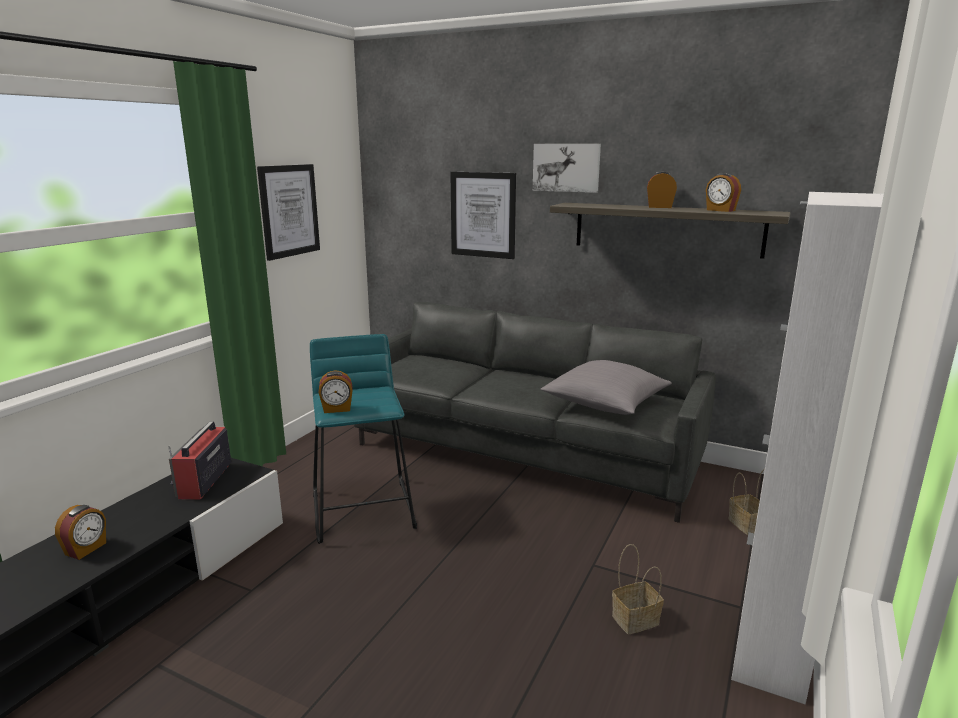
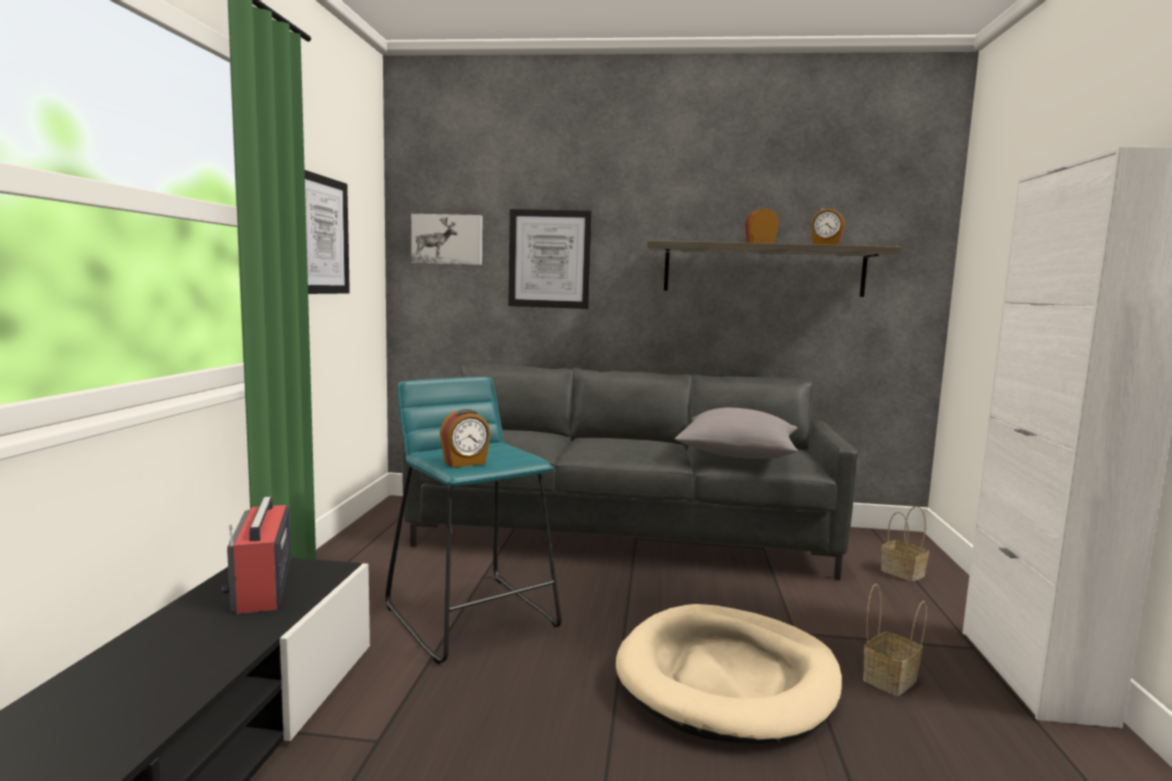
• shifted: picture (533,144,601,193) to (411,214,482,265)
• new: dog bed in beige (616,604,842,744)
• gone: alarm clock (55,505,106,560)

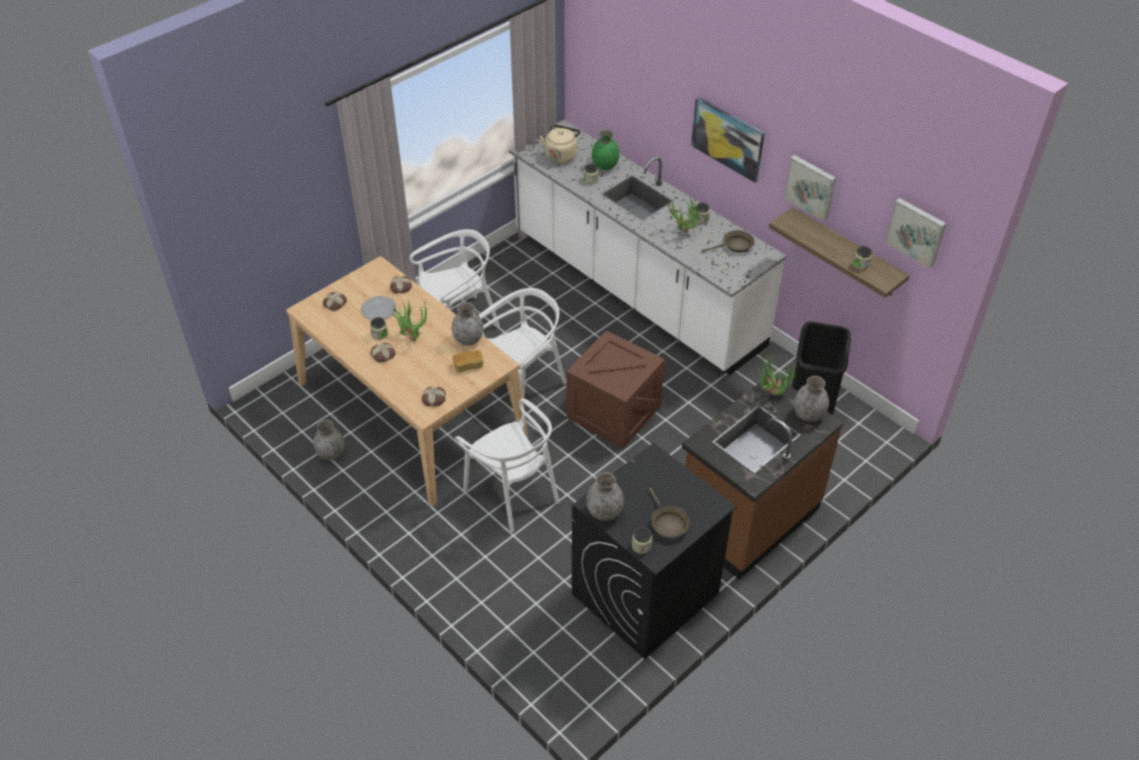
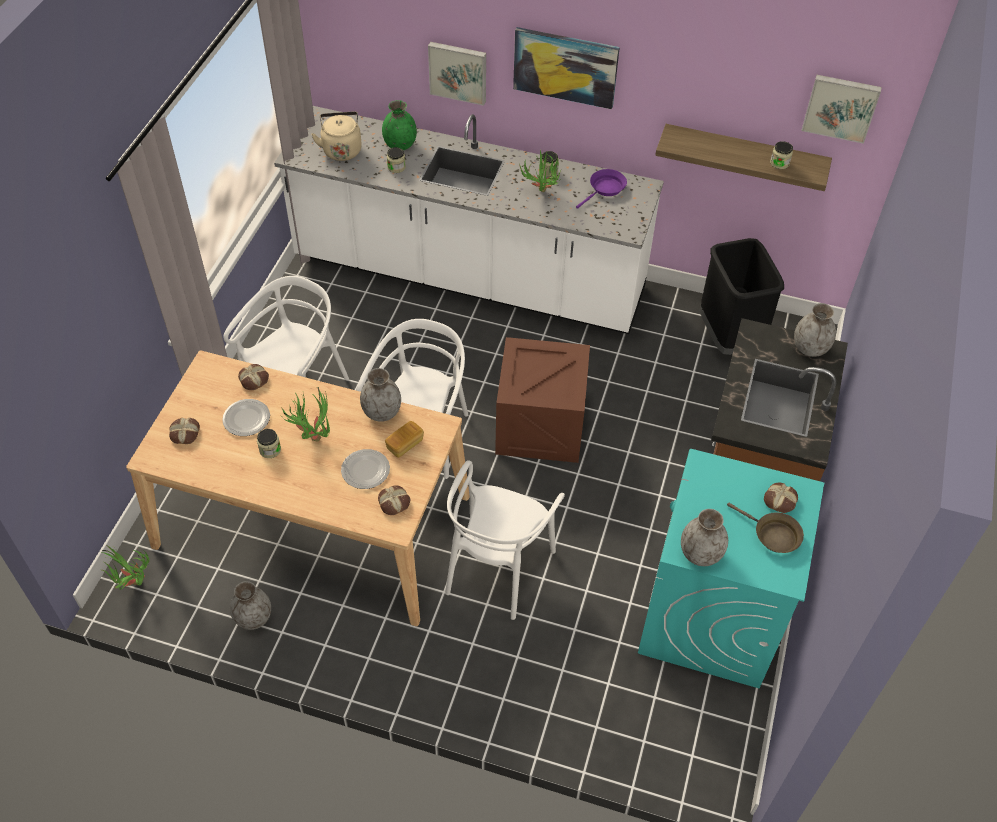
• shifted: potted plant (759,354,795,396) to (102,546,149,590)
• new: plate (341,449,390,489)
• shifted: picture (784,155,836,222) to (428,42,486,106)
• rotated: chair in white (455,398,559,533) = (445,460,565,620) 90 degrees clockwise
• repainted: frying pan in brown (701,230,754,253) to frying pan in purple (576,169,627,209)
• repainted: washing machine in black (572,443,737,659) to washing machine in turquoise (638,449,824,688)
• shifted: bread (371,343,396,362) to (764,483,798,513)
• gone: jar (632,527,652,554)

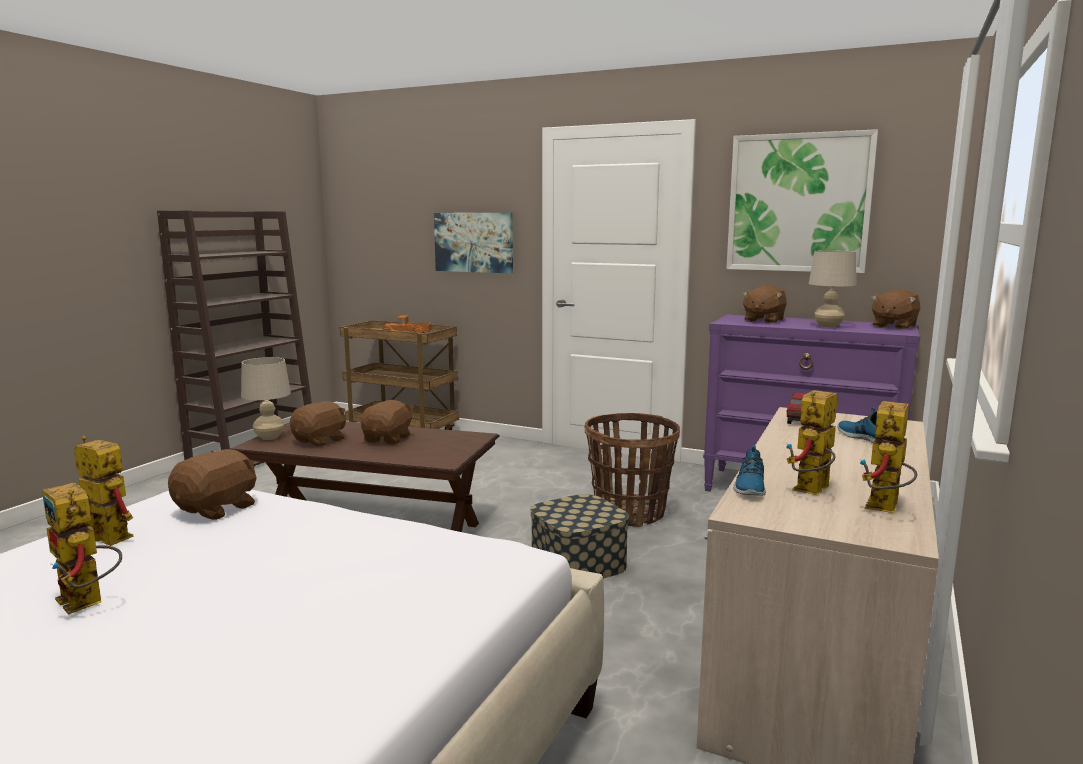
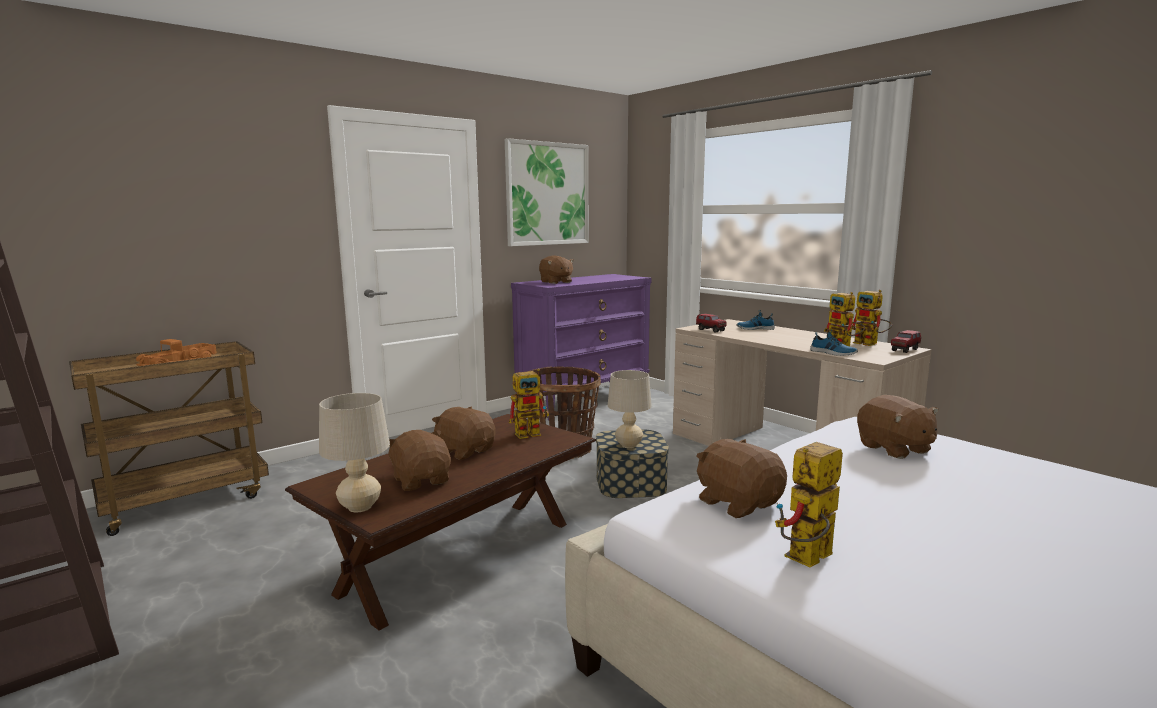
• shifted: toy robot (42,483,122,615) to (509,369,549,439)
• shifted: table lamp in beige (809,250,856,328) to (608,370,652,448)
• shifted: plush toy in brown (870,289,921,330) to (857,395,939,459)
• new: toy truck (891,330,921,353)
• gone: picture (434,213,513,274)

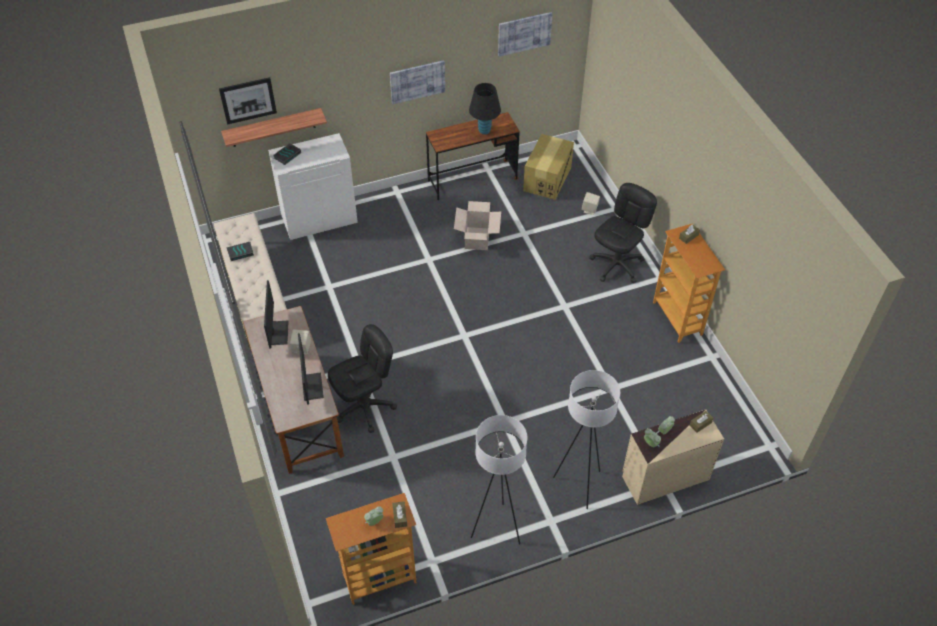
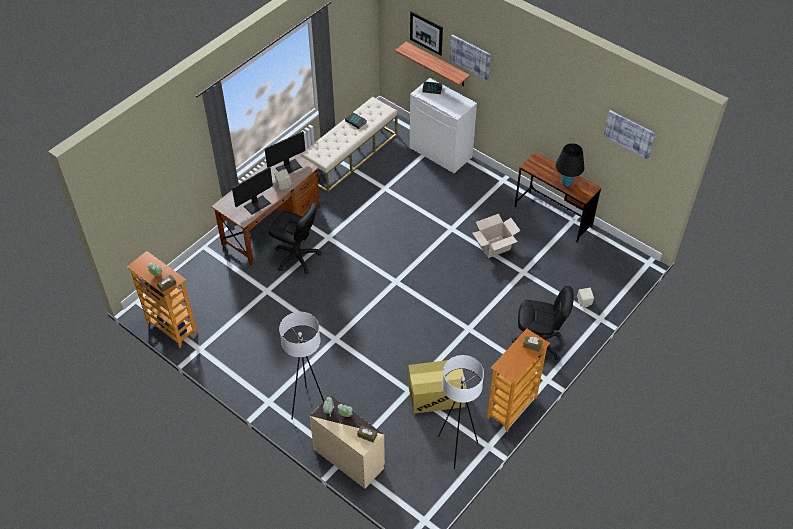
• shifted: cardboard box (523,134,574,200) to (408,360,467,414)
• shifted: floor lamp in white (471,415,527,544) to (438,355,484,469)
• shifted: picture (390,60,445,104) to (450,35,491,80)

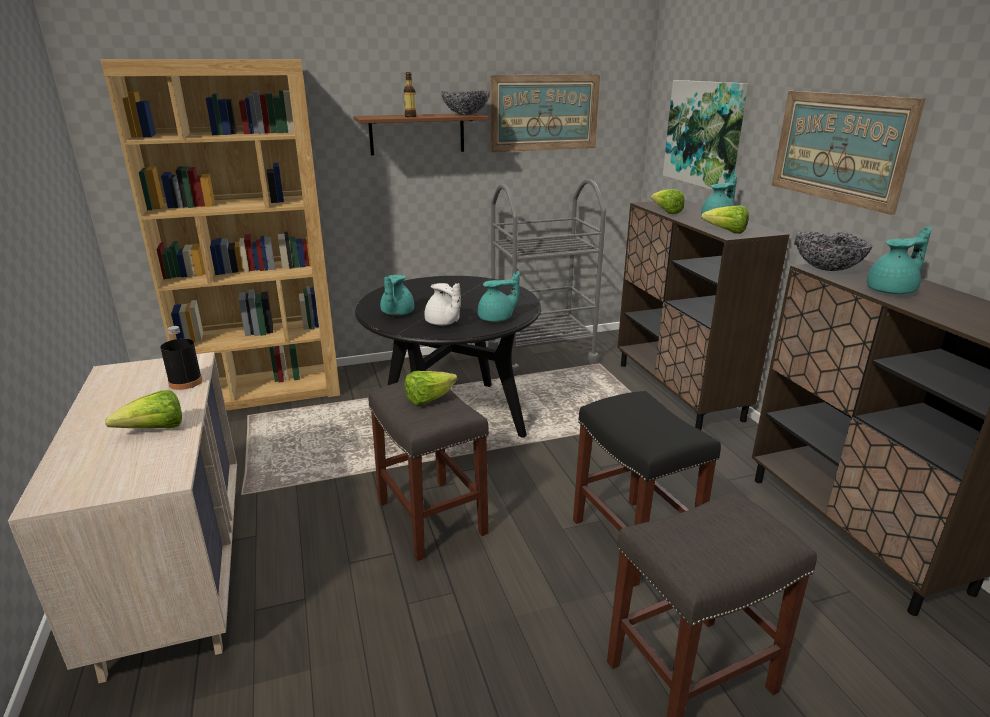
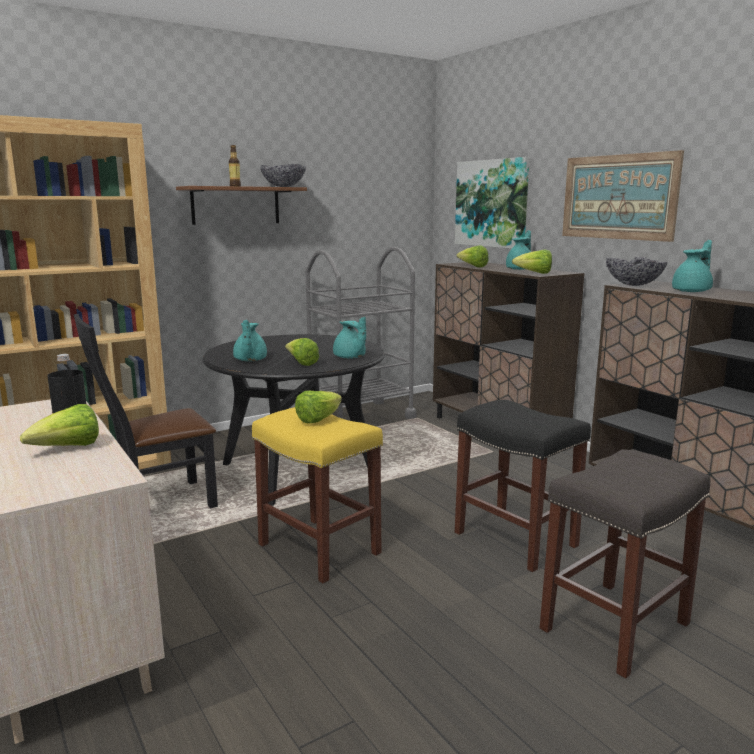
• new: chair in black (74,314,218,508)
• repainted: stool in grey (368,381,489,561) to stool in yellow (252,407,383,583)
• swapped: teapot in white (425,283,461,326) to lettuce (285,338,319,366)
• rotated: teapot in turquoise (478,271,520,322) = (333,317,366,359) 90 degrees clockwise
• gone: picture (490,74,600,152)

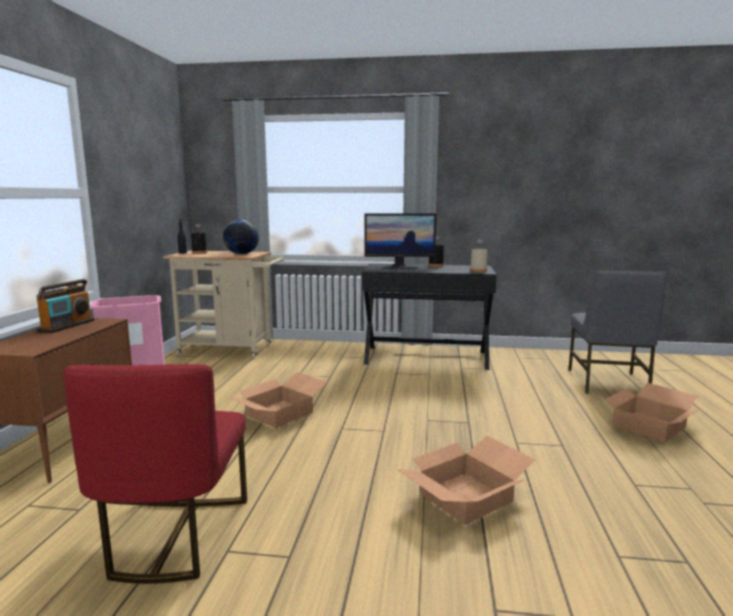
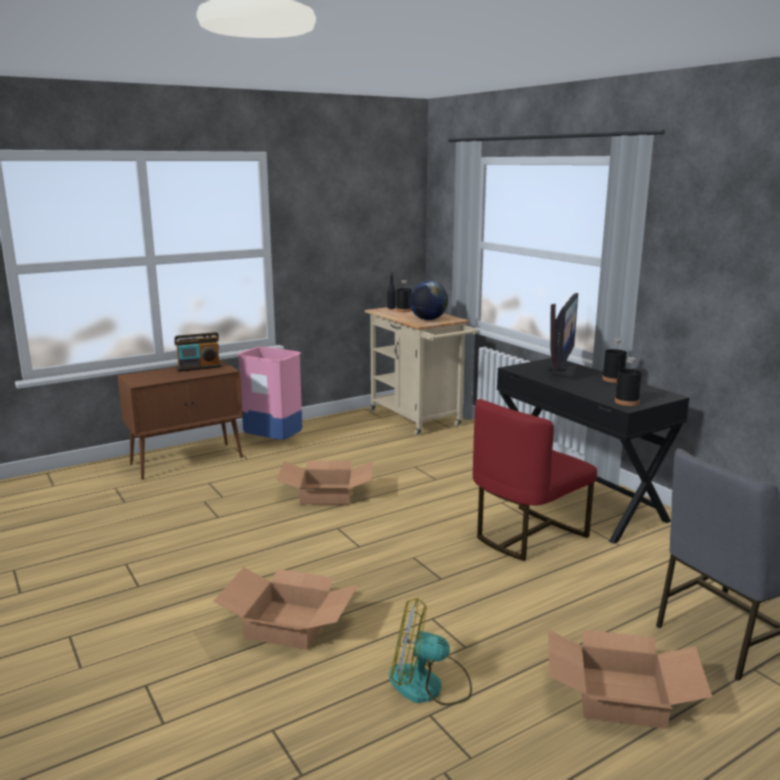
• new: fan (389,598,472,706)
• shifted: chair in red (63,364,247,584) to (473,399,597,561)
• rotated: monitor (364,213,436,268) = (549,293,578,378) 120 degrees counterclockwise
• repainted: bottle in beige (470,240,488,272) to bottle in black (615,357,642,406)

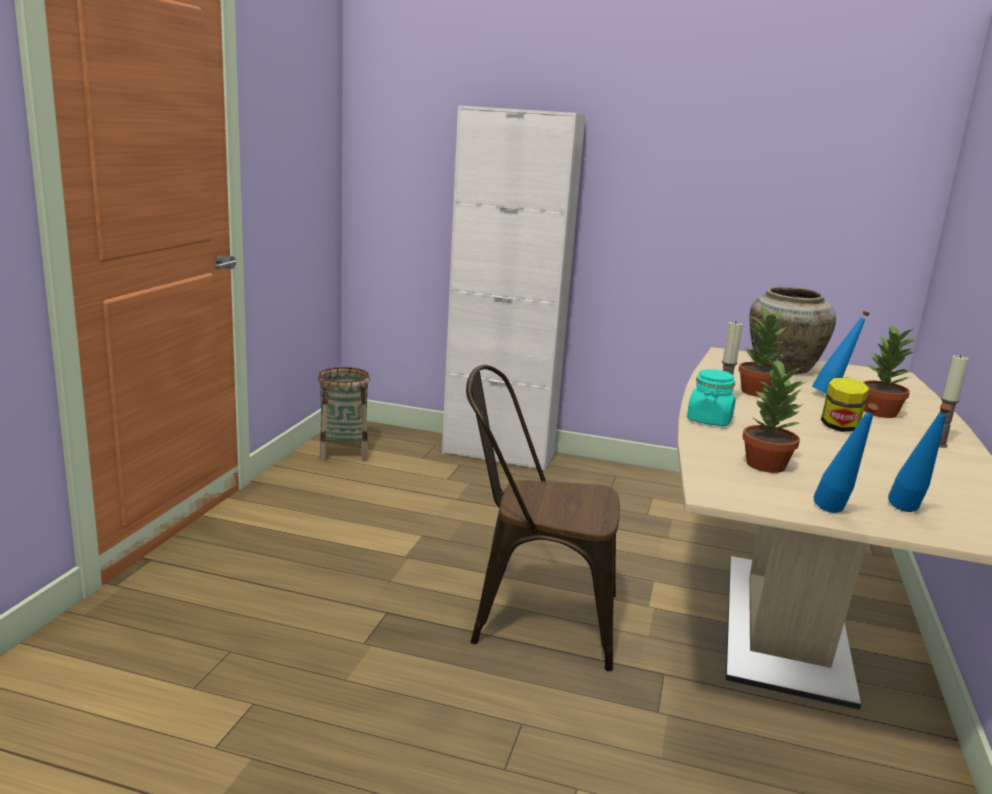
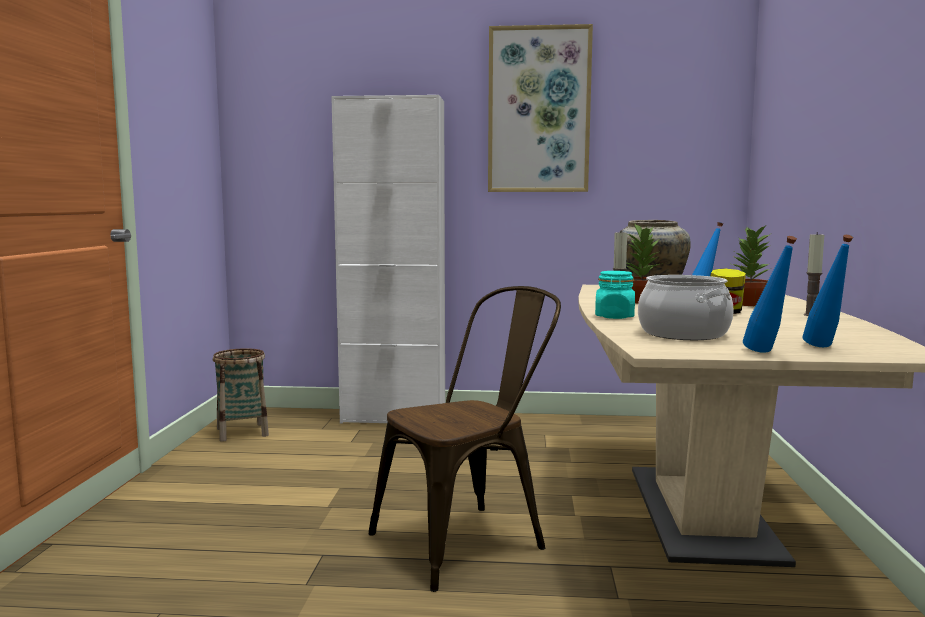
• rotated: chair in brown (466,365,620,671) = (368,286,561,592) 150 degrees clockwise
• new: picture (488,24,593,192)
• swapped: potted plant (742,357,806,473) to cooking pot (638,275,734,340)

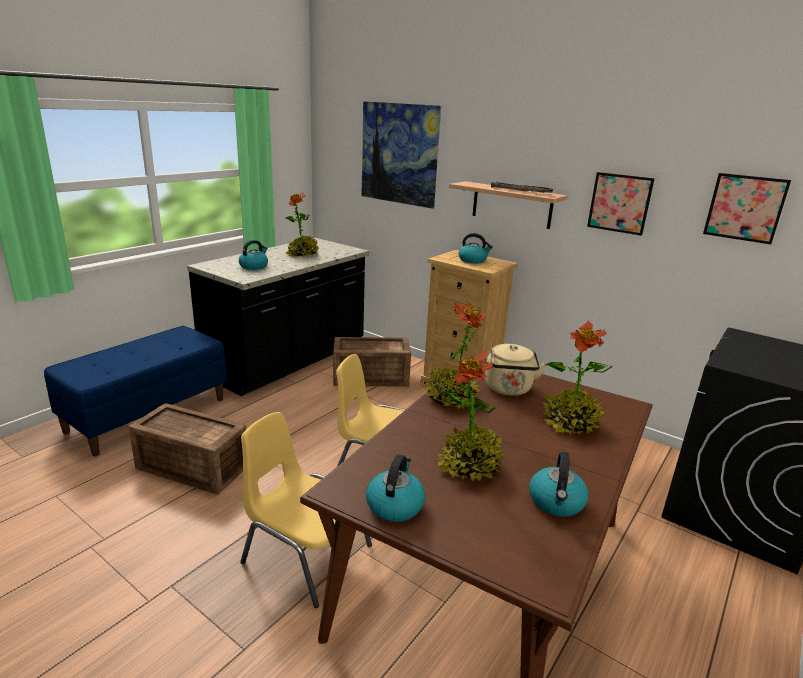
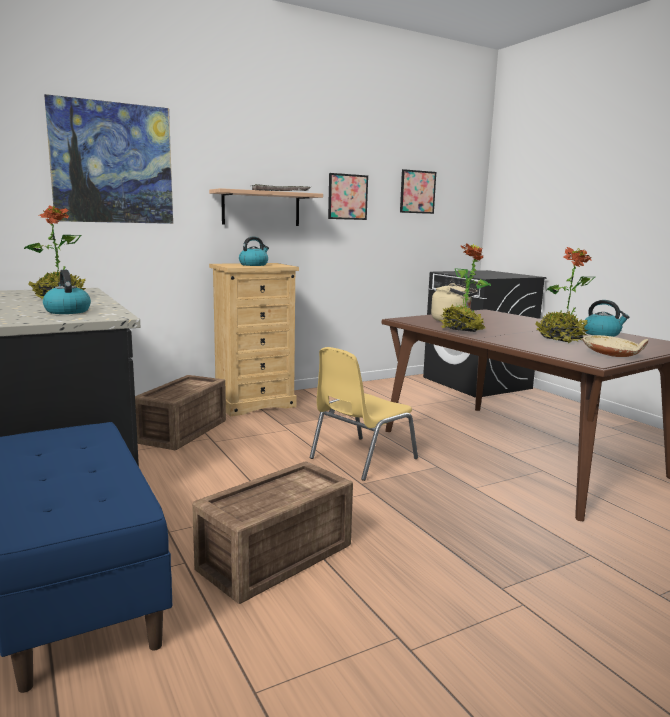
• swapped: kettle (366,454,425,522) to bowl in beige (582,335,648,357)
• gone: chair in yellow (240,412,372,608)
• gone: potted plant (543,320,613,435)

